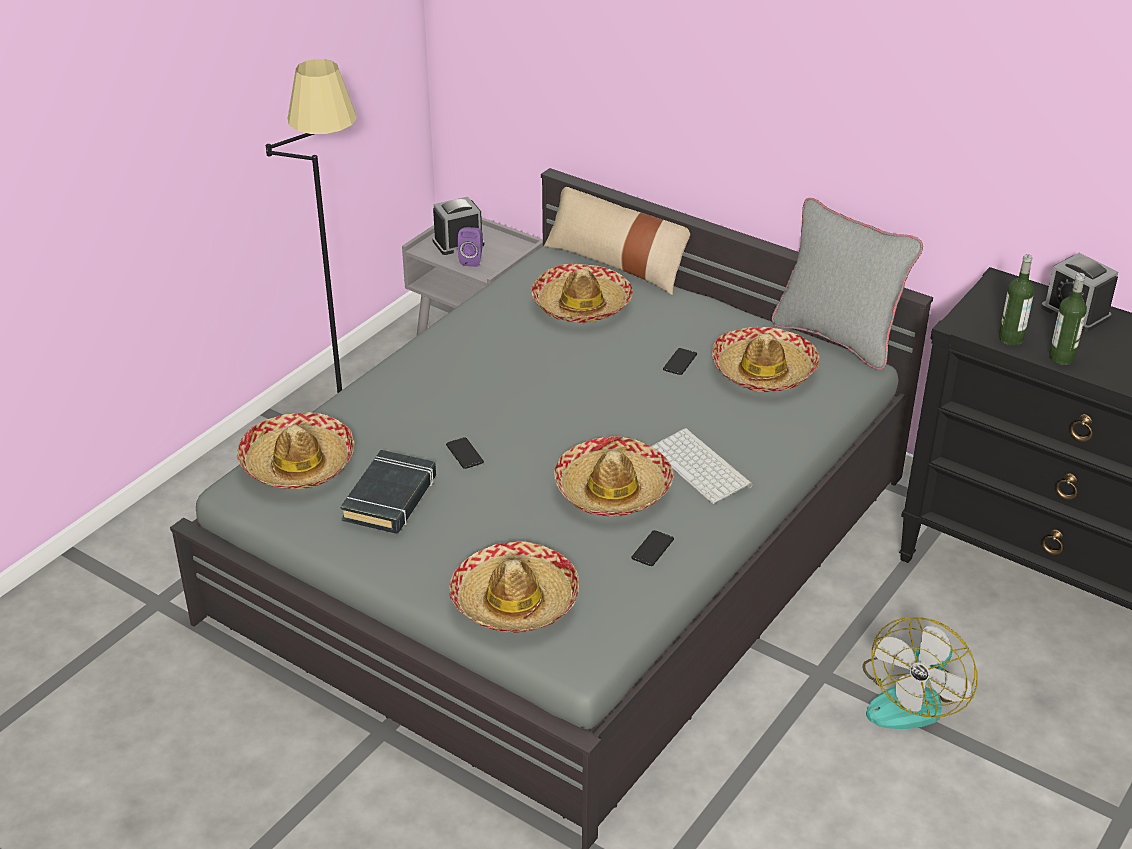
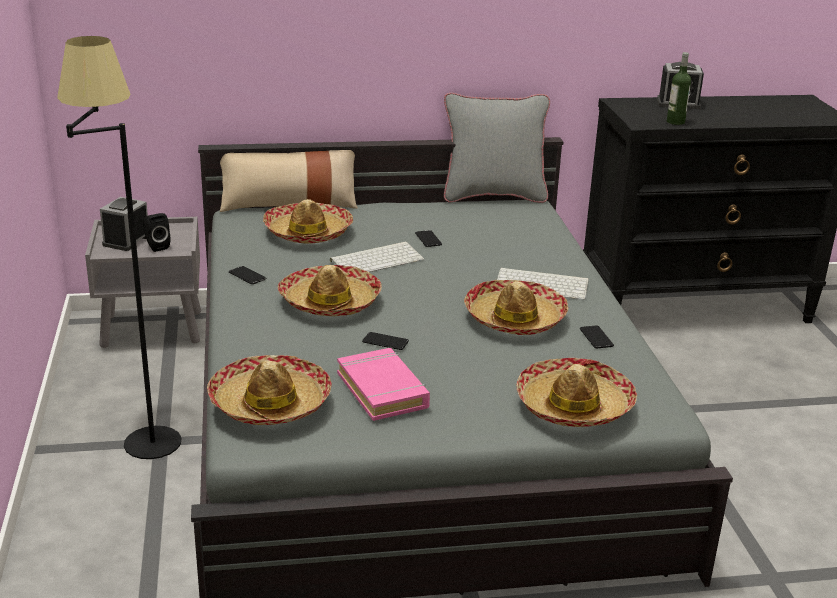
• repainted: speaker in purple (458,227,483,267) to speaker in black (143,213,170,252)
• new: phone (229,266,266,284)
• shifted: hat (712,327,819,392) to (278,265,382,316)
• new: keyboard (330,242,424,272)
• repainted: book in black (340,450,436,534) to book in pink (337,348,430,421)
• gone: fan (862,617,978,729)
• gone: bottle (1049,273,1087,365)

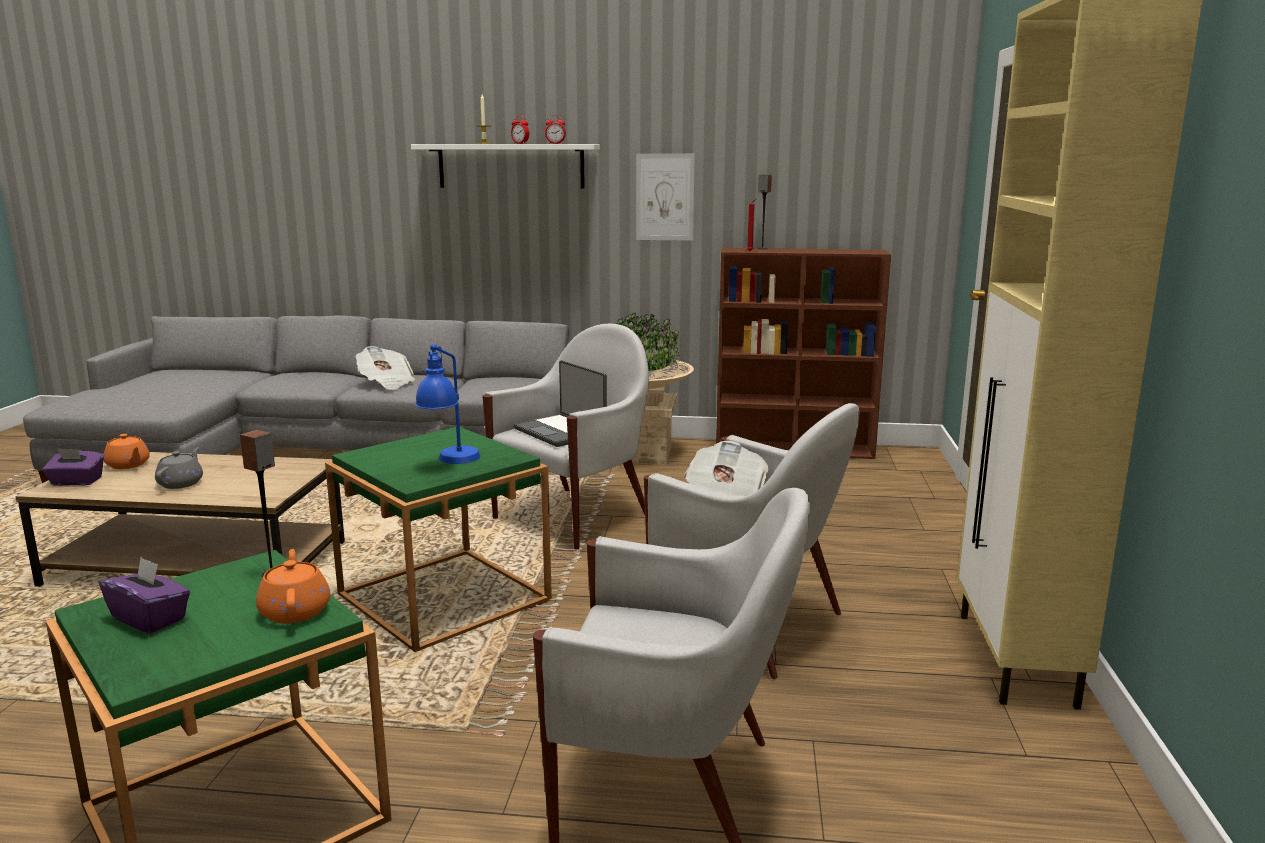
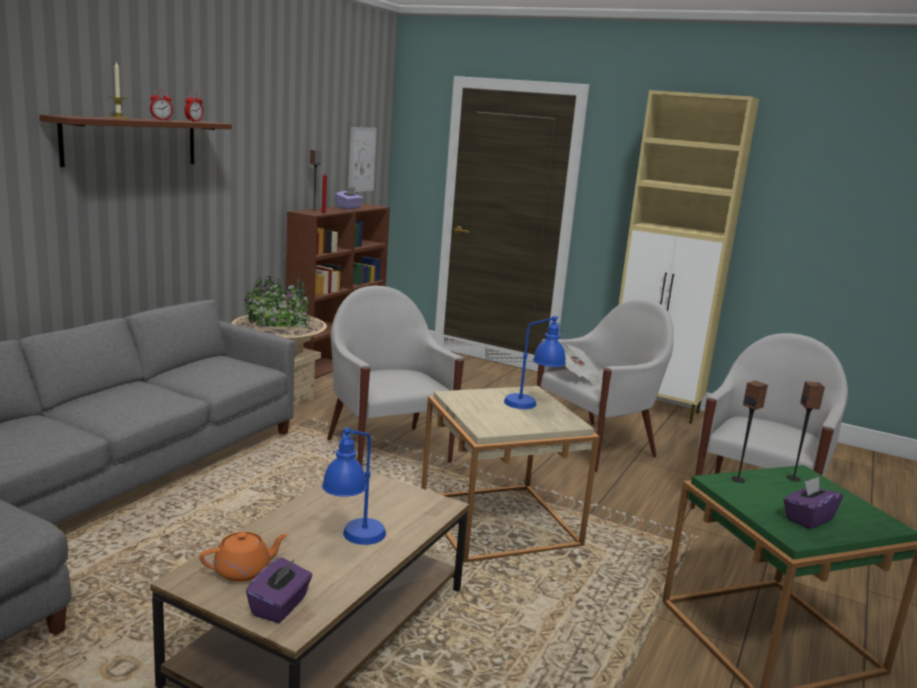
• repainted: shelf in white (411,144,600,188) to shelf in brown (39,115,232,167)
• swapped: teapot in grey (155,447,203,489) to table lamp in blue (322,427,386,545)
• new: tissue box in purple (335,187,363,209)
• shifted: picture (636,154,695,241) to (348,127,377,192)
• repainted: side table in green (325,427,552,652) to side table in beige (421,386,600,563)
• swapped: teapot in orange (256,549,331,623) to speaker (787,381,825,482)
• gone: newspaper (355,346,415,390)
• gone: laptop (513,360,607,447)

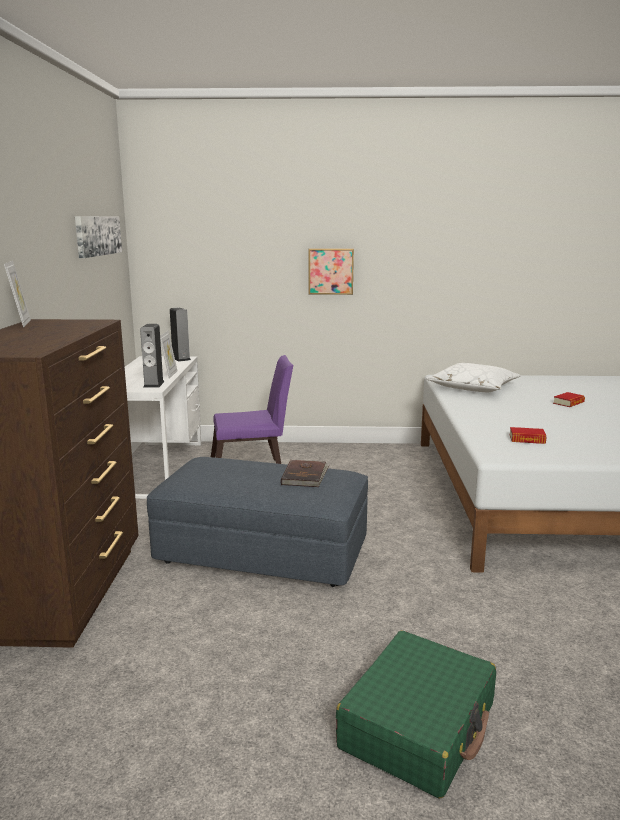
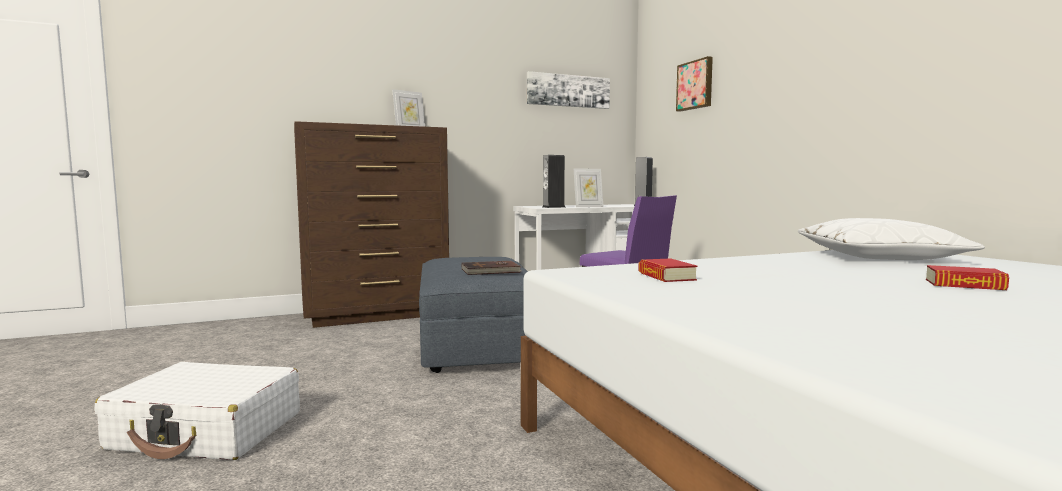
• repainted: suitcase in green (336,630,496,799) to suitcase in white (94,362,300,460)
• shifted: picture (309,249,354,295) to (676,56,713,112)

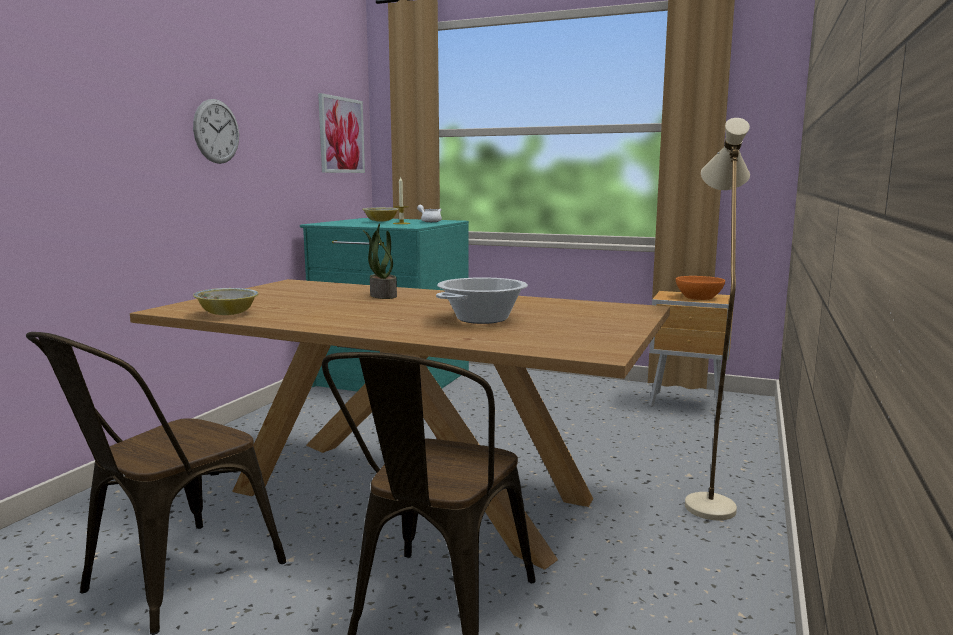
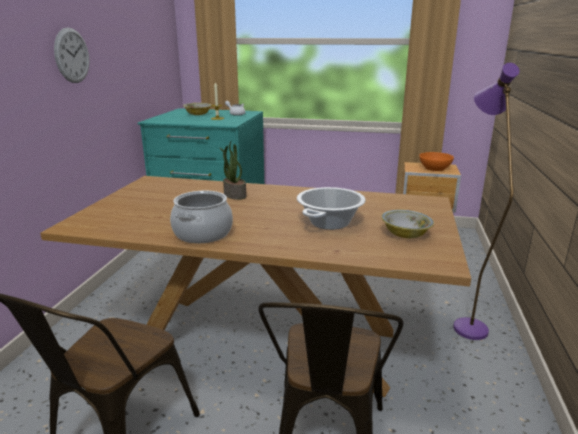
• new: cooking pot (170,191,233,243)
• shifted: bowl (193,288,259,315) to (381,210,434,238)
• repainted: floor lamp in beige (685,118,750,520) to floor lamp in purple (453,63,519,340)
• gone: picture (318,93,365,173)

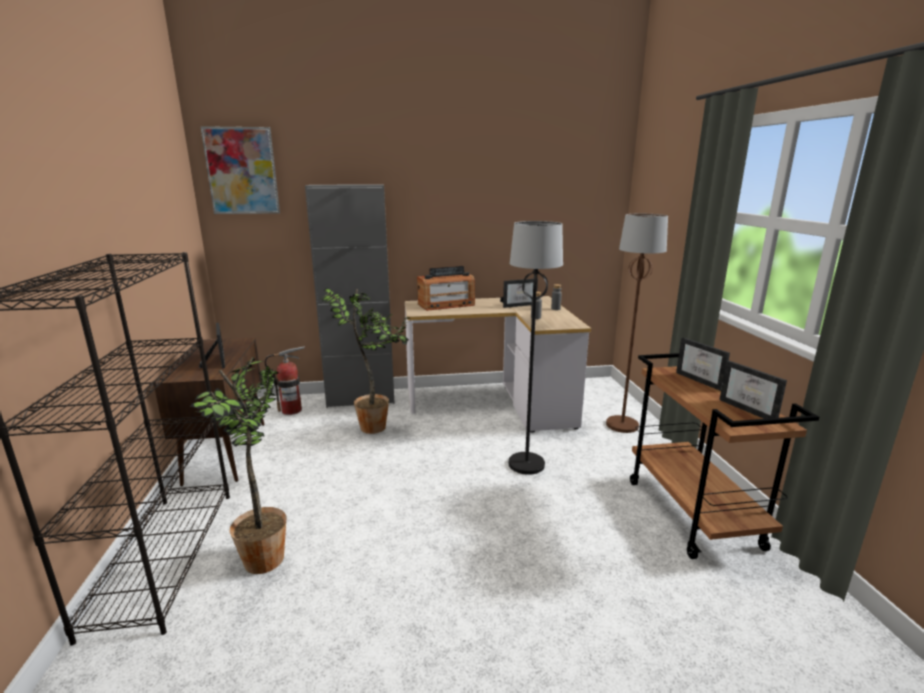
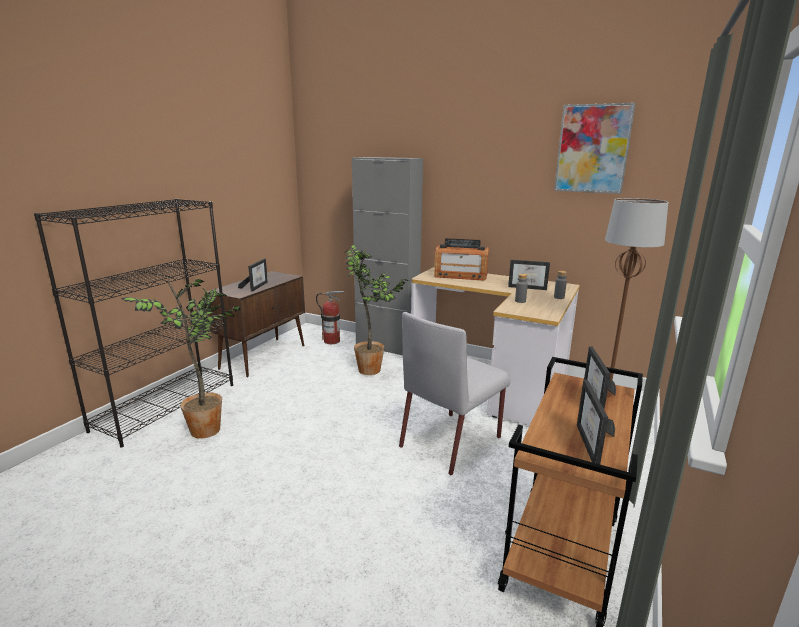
• swapped: floor lamp in black (509,221,563,475) to chair in grey (399,312,510,475)
• shifted: picture (200,126,280,214) to (554,103,636,194)

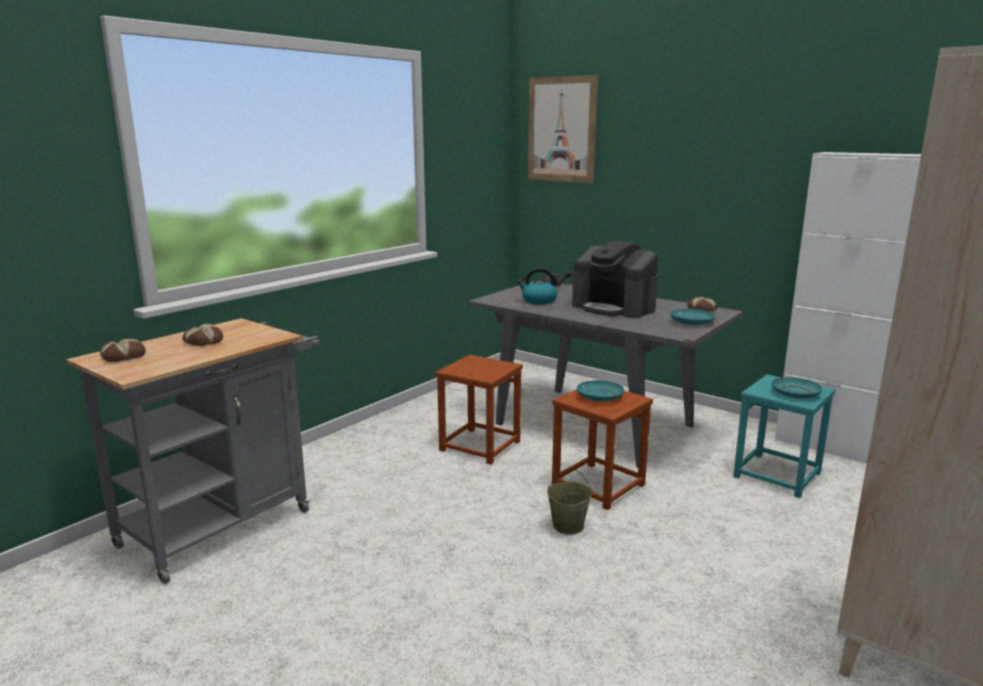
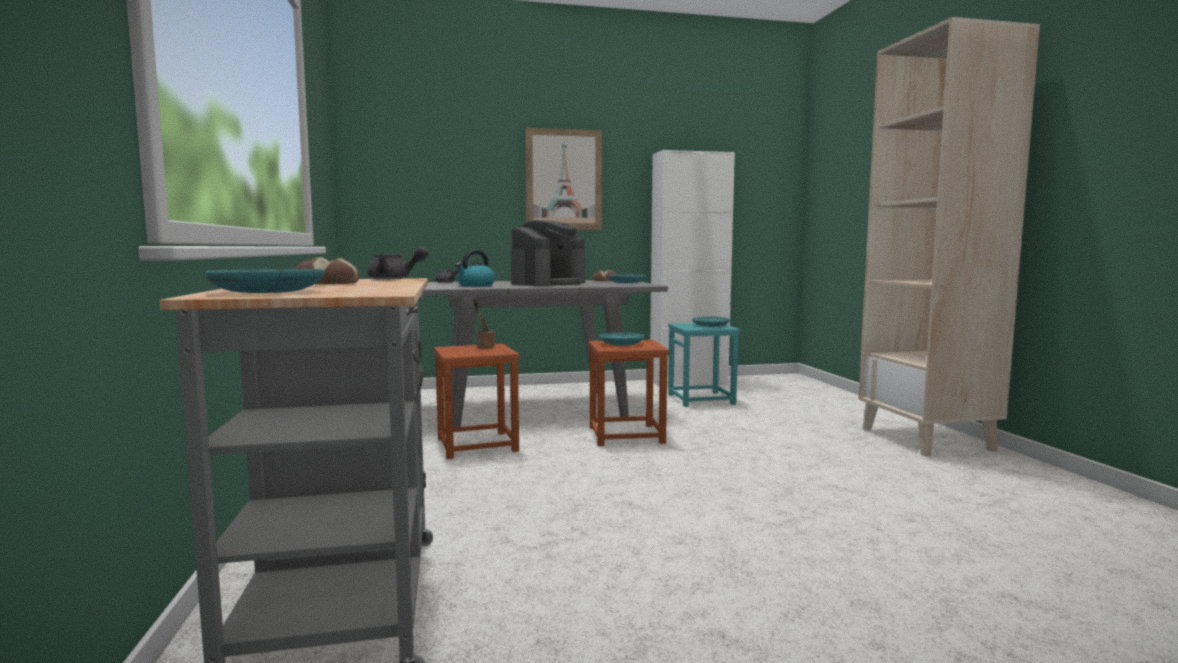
• swapped: bread (100,339,146,362) to plate in turquoise (205,269,325,293)
• new: teapot in grey (367,246,429,280)
• new: potted plant (473,298,495,348)
• rotated: coffee machine (572,241,658,318) = (510,220,585,286) 45 degrees counterclockwise
• shifted: picture (528,75,598,183) to (525,128,602,230)
• gone: bucket in beige (547,467,592,535)

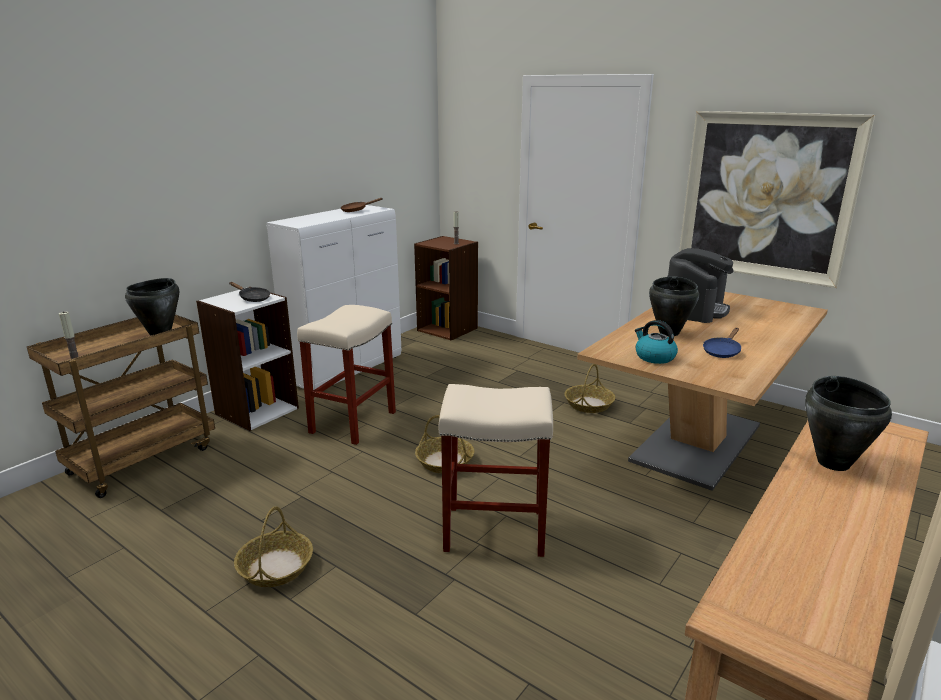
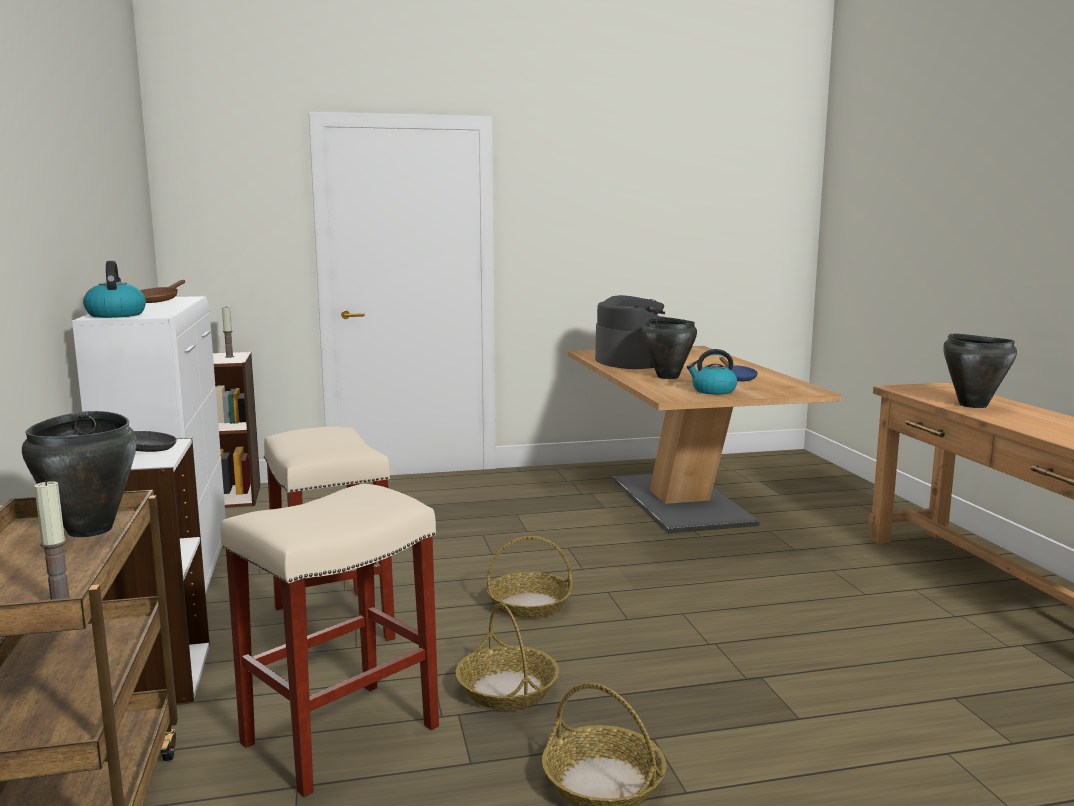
• new: kettle (83,261,146,318)
• shifted: stool in beige (439,384,553,557) to (220,484,439,797)
• shifted: basket (564,364,615,413) to (455,603,559,710)
• gone: picture (679,111,875,288)

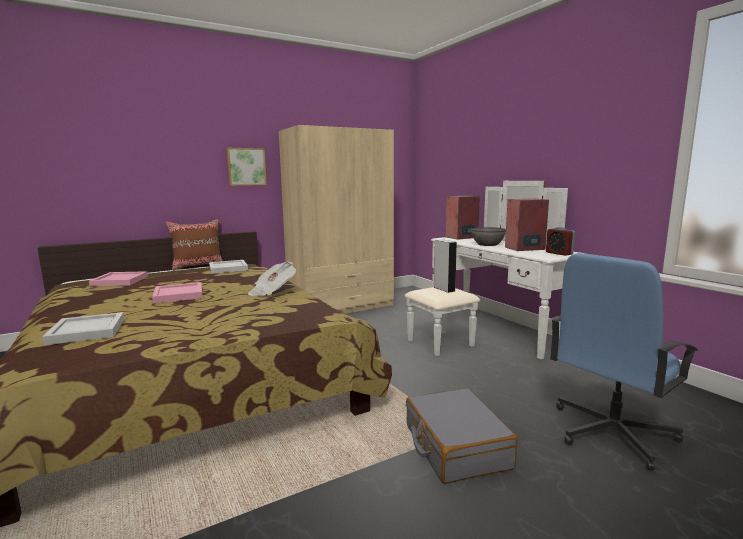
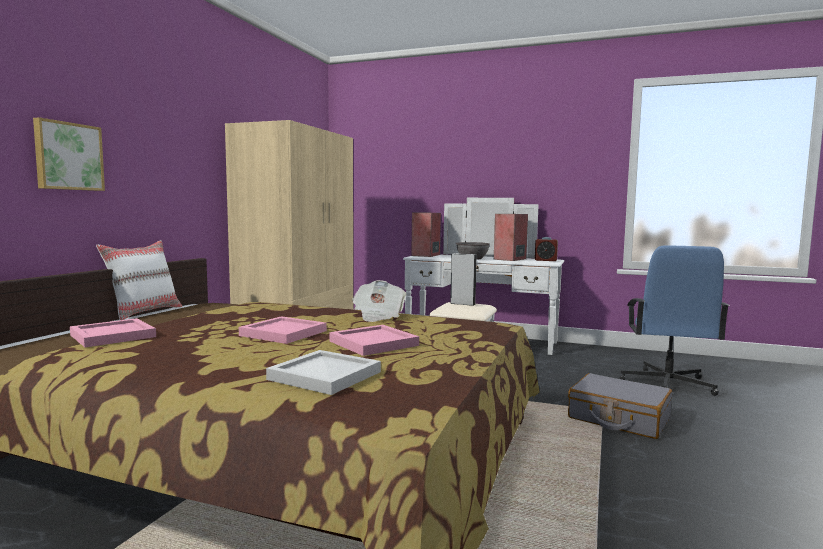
• shifted: picture (227,148,267,186) to (33,117,105,191)
• repainted: pillow in brown (166,219,223,271) to pillow in white (96,240,182,320)
• new: tray in pink (329,325,419,356)
• gone: tray in white (209,260,248,274)

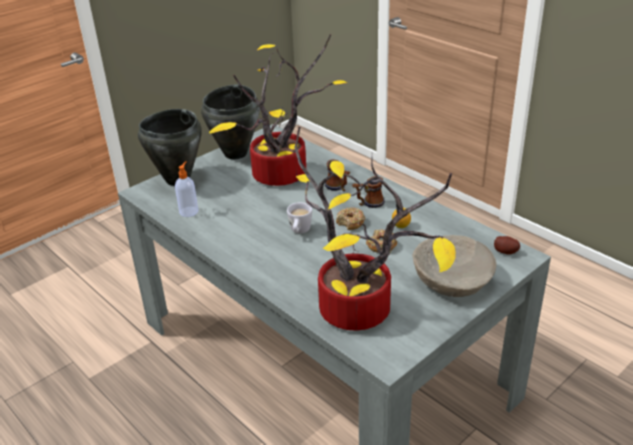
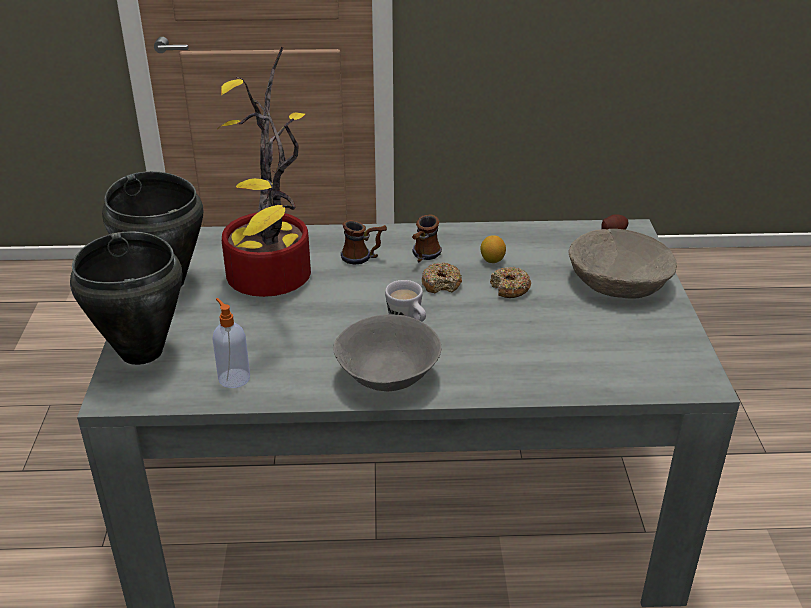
• new: bowl in grey (333,315,441,391)
• gone: potted plant (294,127,456,331)

